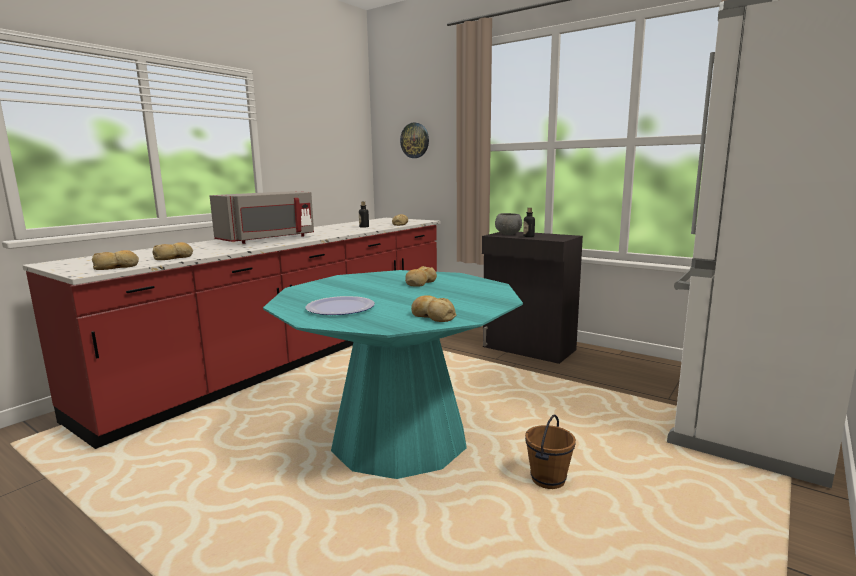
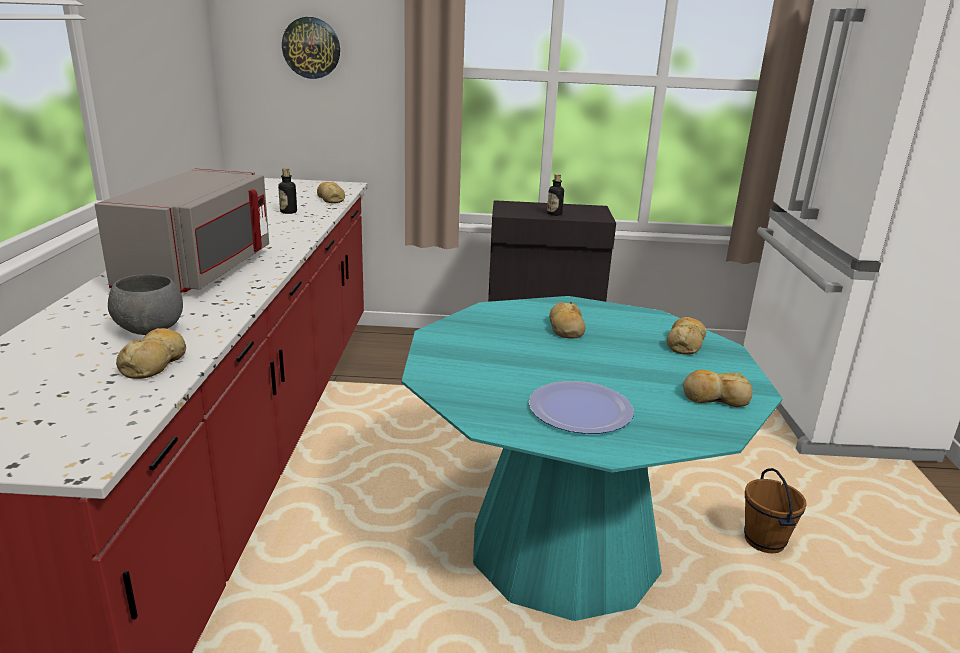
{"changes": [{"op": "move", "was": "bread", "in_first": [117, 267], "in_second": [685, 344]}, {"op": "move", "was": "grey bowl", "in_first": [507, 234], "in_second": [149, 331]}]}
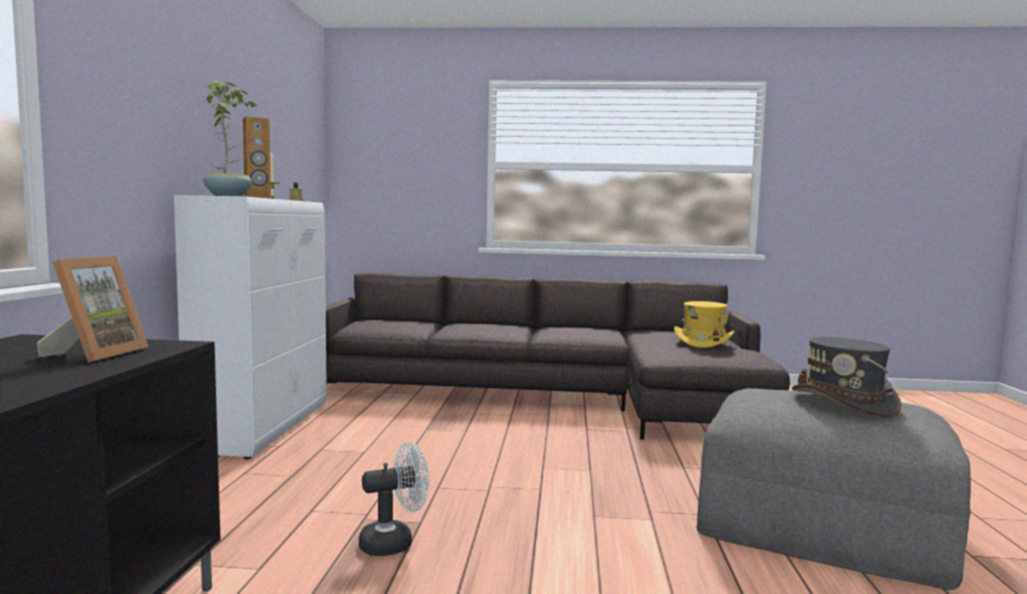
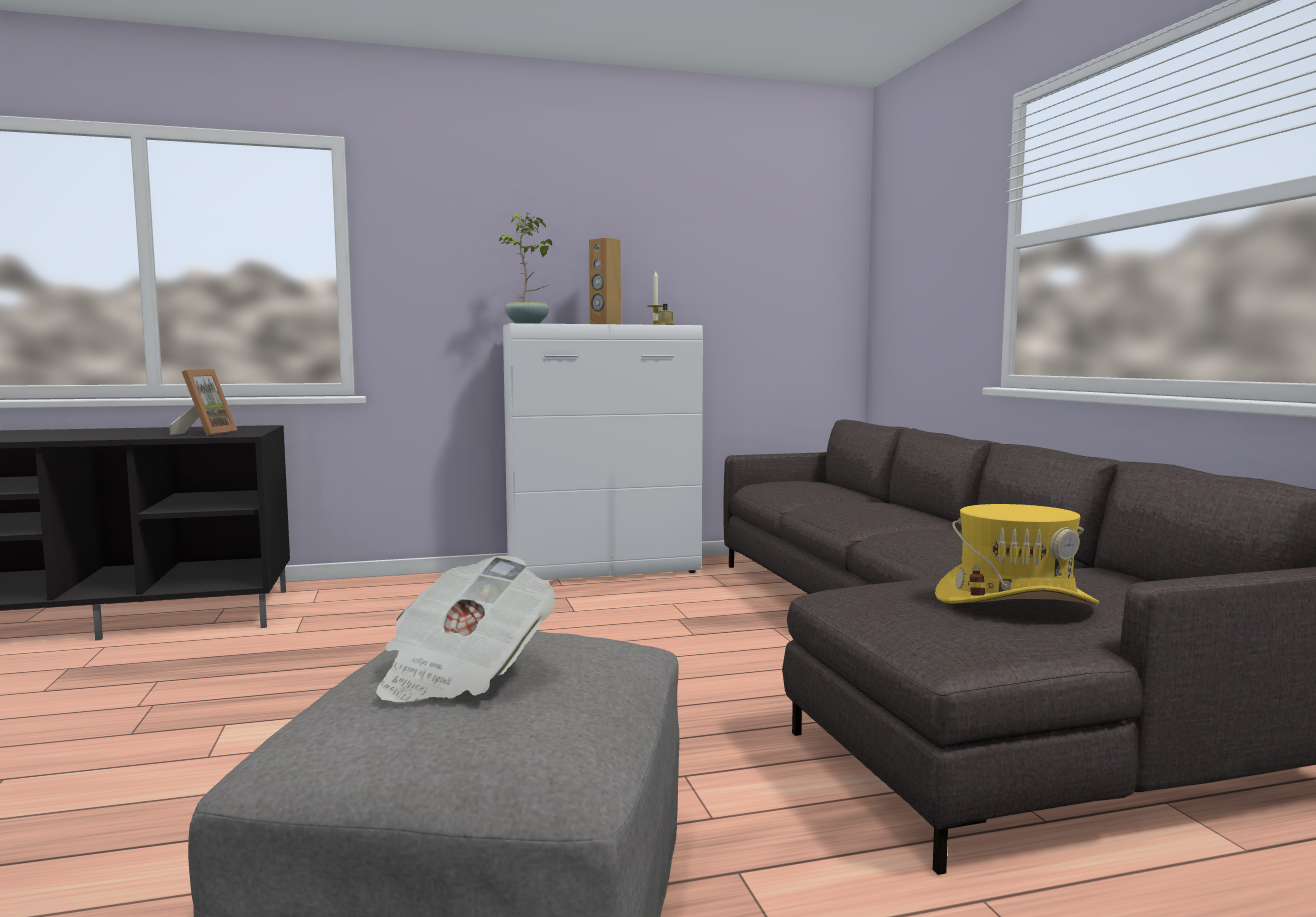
{"changes": [{"op": "rotate", "was": "picture frame", "in_first": [96, 354], "in_second": [205, 433], "clockwise": -75}, {"op": "delete", "was": "white fan", "in_first": [395, 542]}, {"op": "replace", "was": "grey hat", "now": "newspaper", "in_first": [844, 402], "in_second": [462, 674]}]}
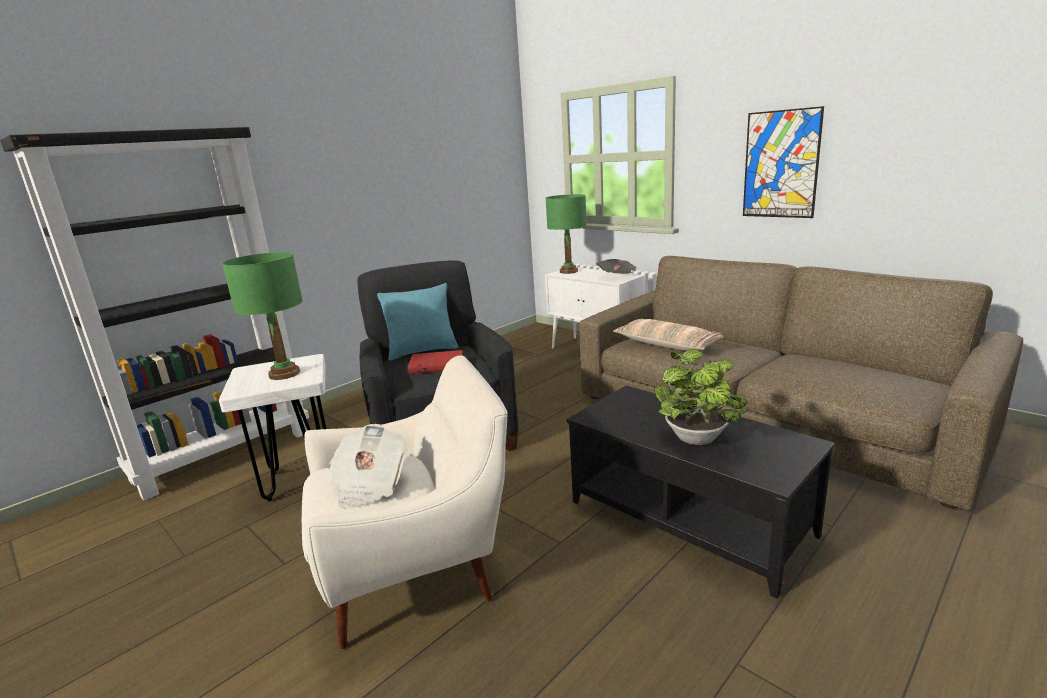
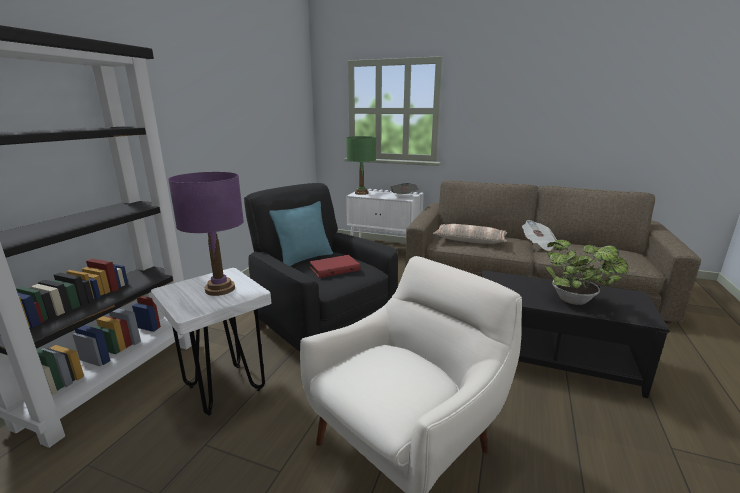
{"changes": [{"op": "recolor", "was": "green table lamp", "now": "purple table lamp", "in_first": [284, 374], "in_second": [220, 289]}, {"op": "move", "was": "newspaper", "in_first": [369, 485], "in_second": [538, 244]}, {"op": "delete", "was": "picture", "in_first": [781, 164]}]}
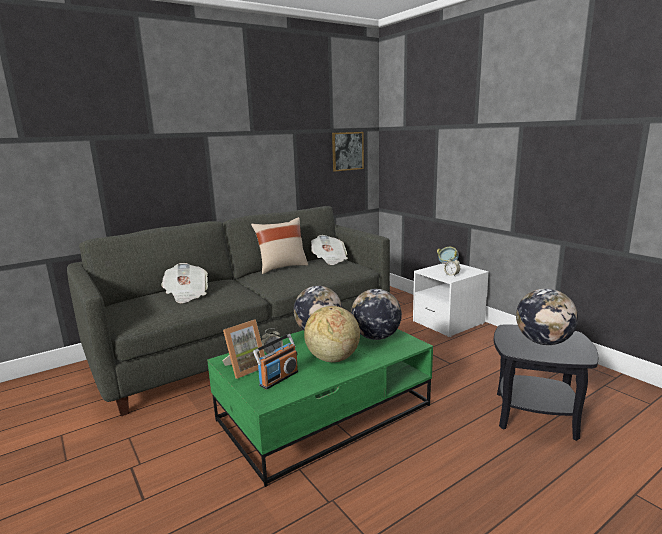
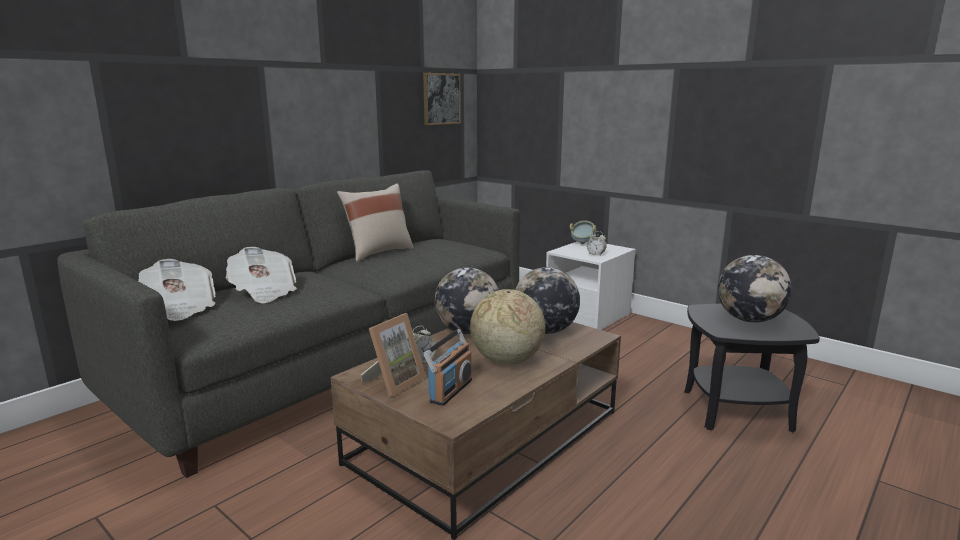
{"changes": [{"op": "recolor", "was": "green coffee table", "now": "brown coffee table", "in_first": [325, 412], "in_second": [487, 436]}, {"op": "move", "was": "newspaper", "in_first": [329, 259], "in_second": [180, 308]}]}
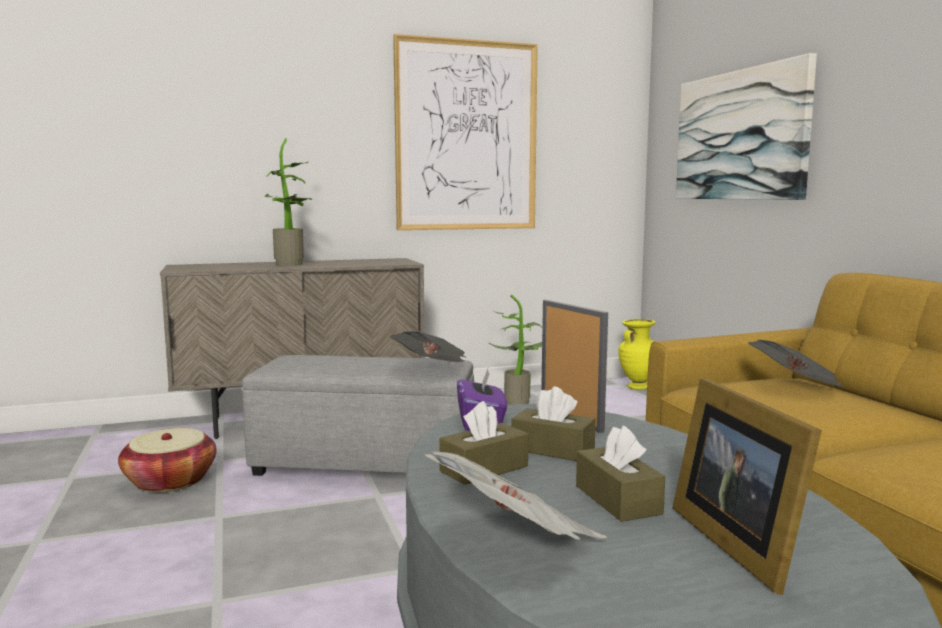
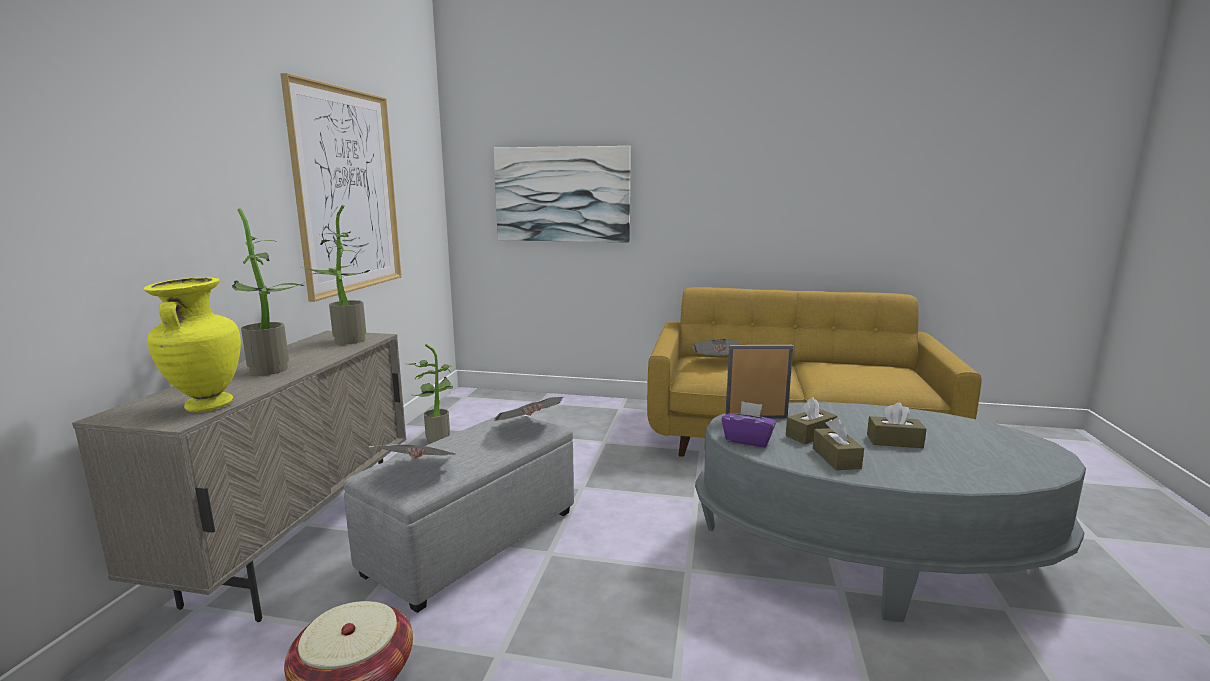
{"changes": [{"op": "move", "was": "newspaper", "in_first": [516, 540], "in_second": [419, 471]}, {"op": "move", "was": "yellow vase", "in_first": [637, 387], "in_second": [207, 406]}, {"op": "delete", "was": "picture frame", "in_first": [738, 541]}, {"op": "insert", "now": "potted plant", "in_second": [345, 341]}]}
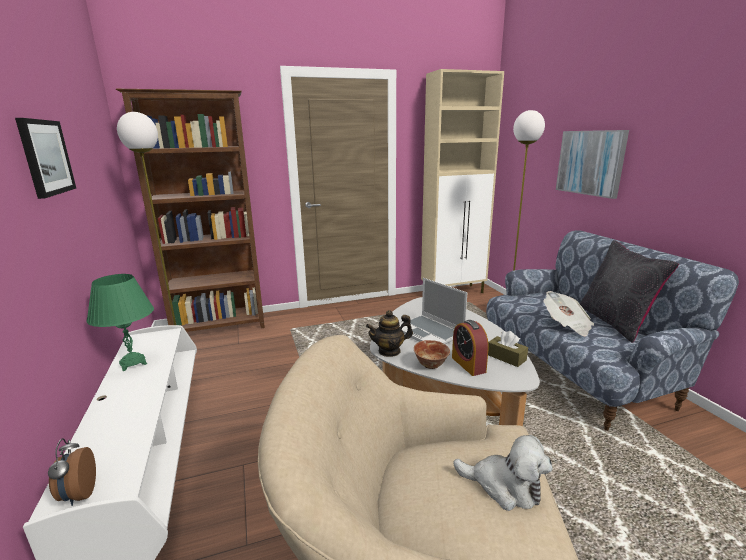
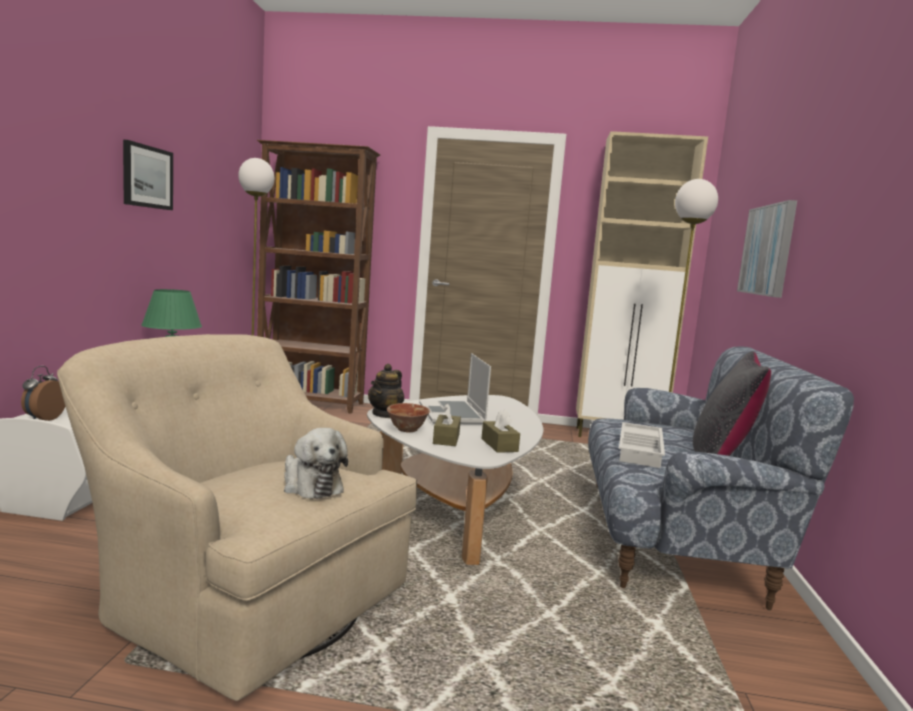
{"changes": [{"op": "rotate", "was": "teapot", "in_first": [389, 351], "in_second": [385, 414], "clockwise": -75}, {"op": "replace", "was": "alarm clock", "now": "brown tissue box", "in_first": [468, 364], "in_second": [446, 438]}, {"op": "replace", "was": "newspaper", "now": "white tray", "in_first": [567, 325], "in_second": [641, 450]}]}
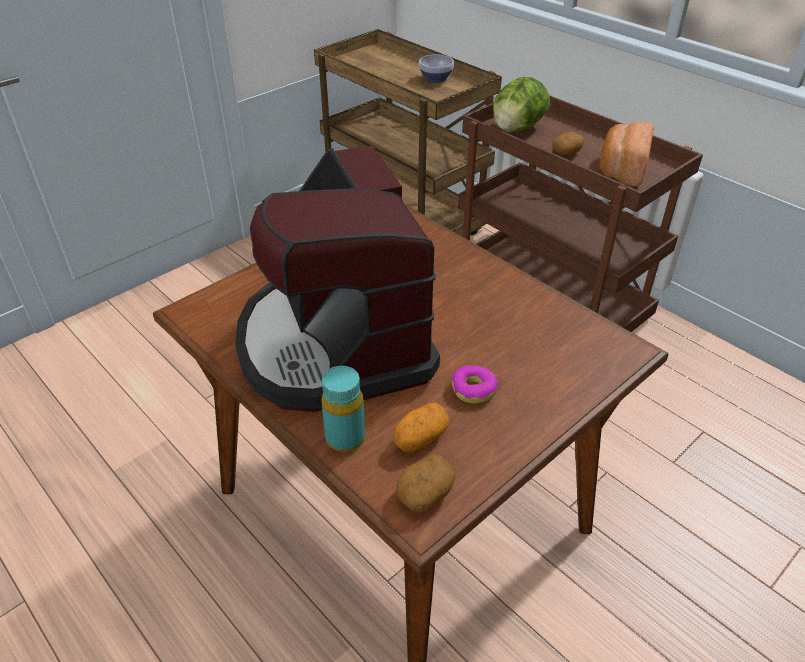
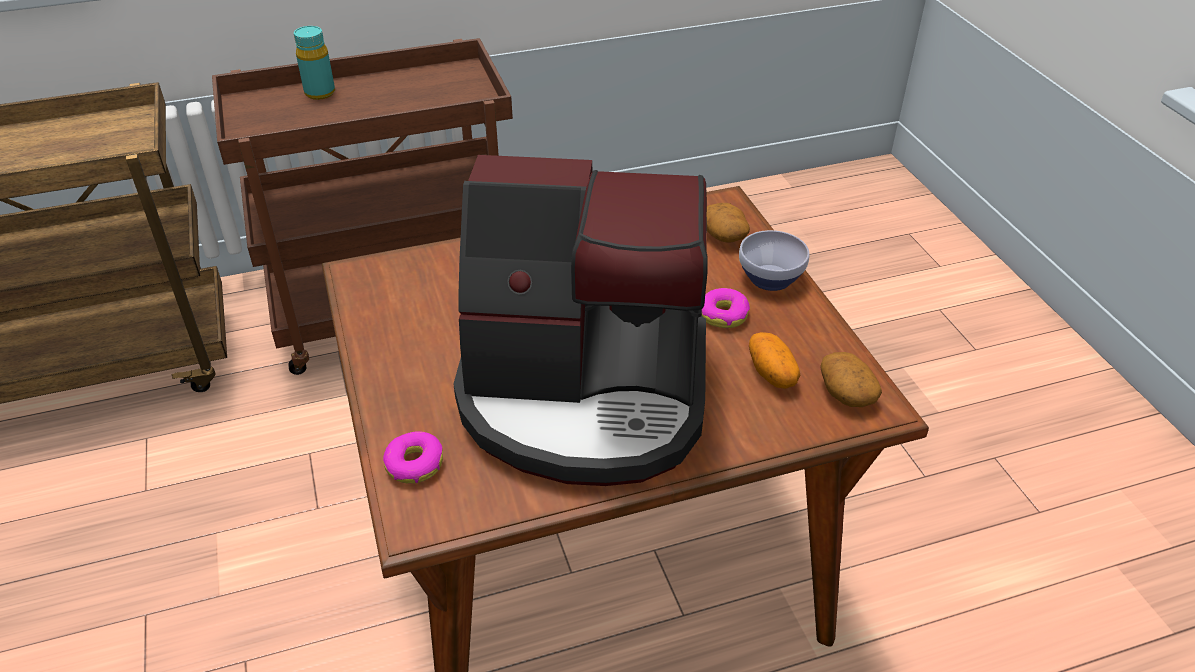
{"changes": [{"op": "move", "was": "turquoise bottle", "in_first": [345, 438], "in_second": [320, 93]}, {"op": "move", "was": "bowl", "in_first": [436, 78], "in_second": [769, 277]}, {"op": "delete", "was": "lettuce", "in_first": [517, 129]}, {"op": "move", "was": "potato", "in_first": [566, 153], "in_second": [724, 236]}, {"op": "delete", "was": "bread", "in_first": [621, 169]}, {"op": "insert", "now": "donut", "in_second": [414, 464]}]}
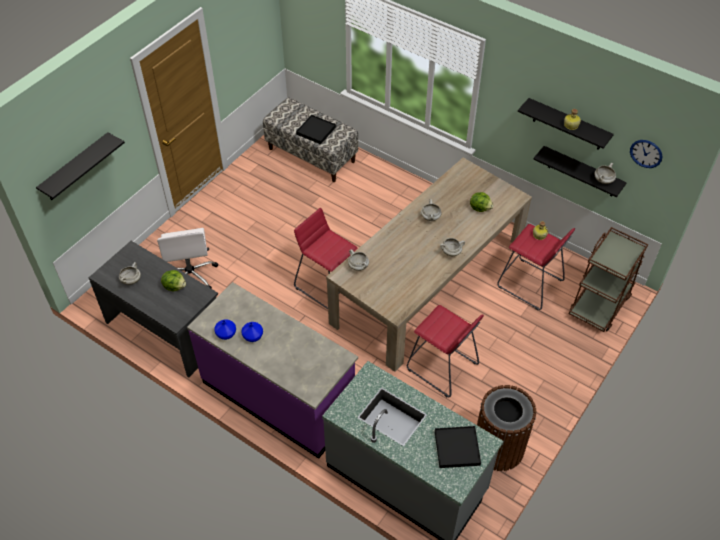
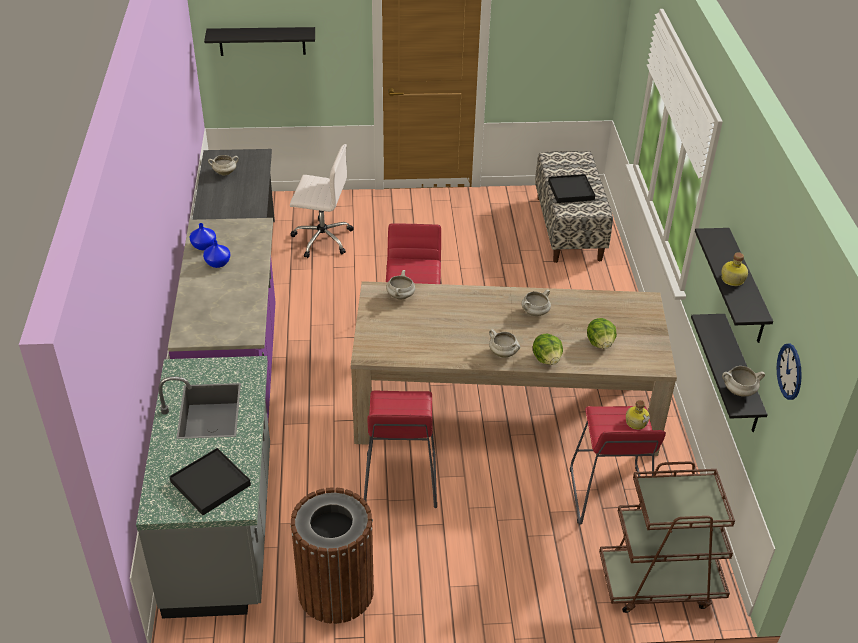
{"changes": [{"op": "rotate", "was": "white office chair", "in_first": [191, 275], "in_second": [321, 238], "clockwise": -120}, {"op": "move", "was": "lettuce", "in_first": [175, 286], "in_second": [547, 359]}]}
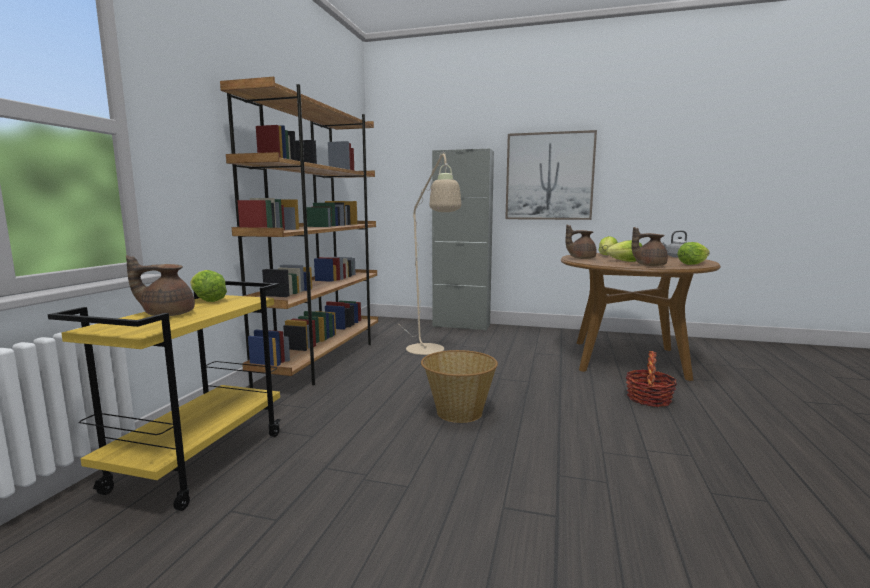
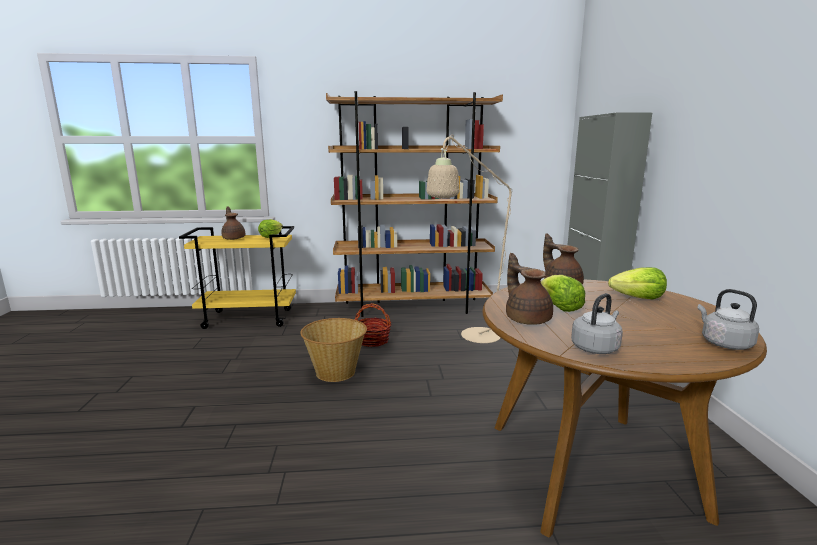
{"changes": [{"op": "delete", "was": "picture", "in_first": [549, 176]}, {"op": "move", "was": "basket", "in_first": [648, 399], "in_second": [372, 340]}, {"op": "replace", "was": "lettuce", "now": "grey kettle", "in_first": [692, 264], "in_second": [596, 347]}]}
